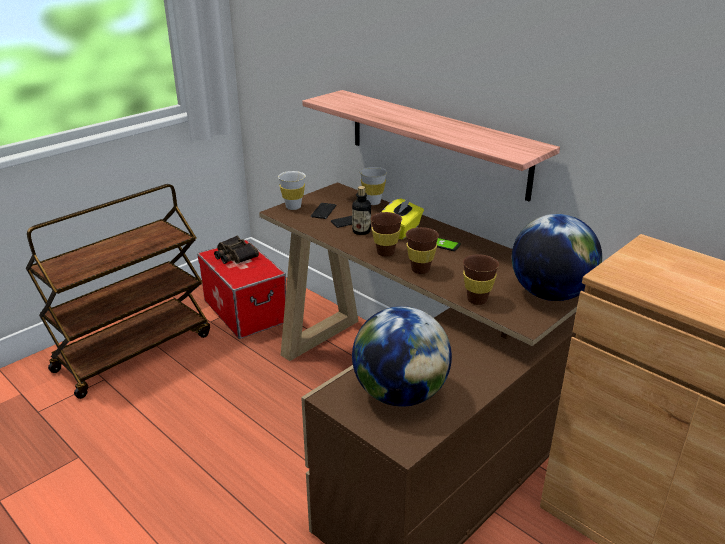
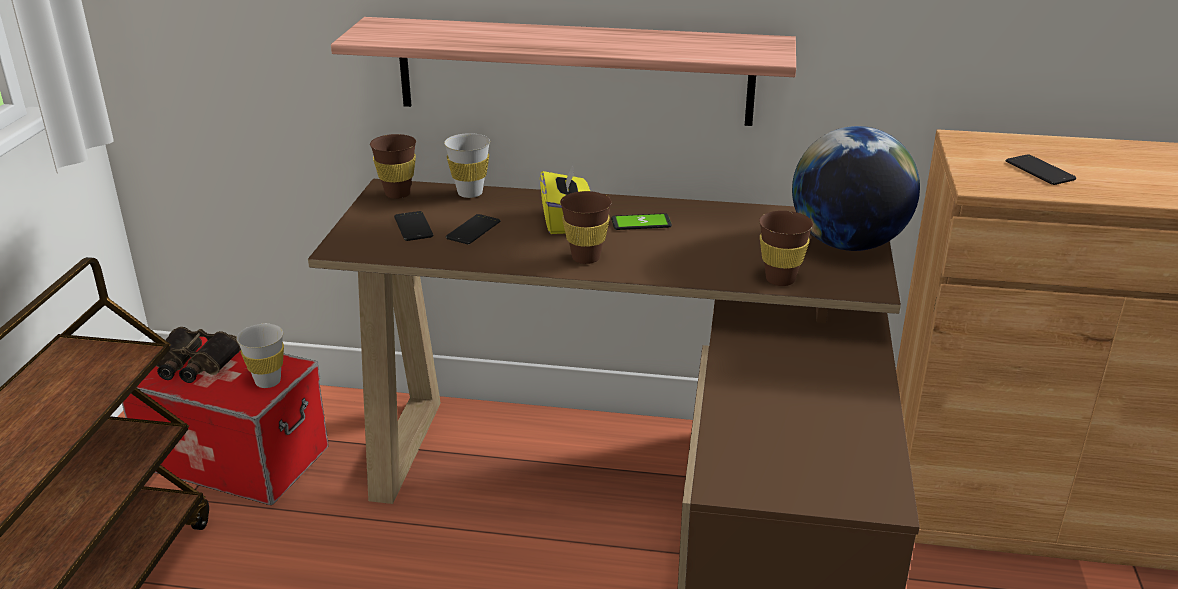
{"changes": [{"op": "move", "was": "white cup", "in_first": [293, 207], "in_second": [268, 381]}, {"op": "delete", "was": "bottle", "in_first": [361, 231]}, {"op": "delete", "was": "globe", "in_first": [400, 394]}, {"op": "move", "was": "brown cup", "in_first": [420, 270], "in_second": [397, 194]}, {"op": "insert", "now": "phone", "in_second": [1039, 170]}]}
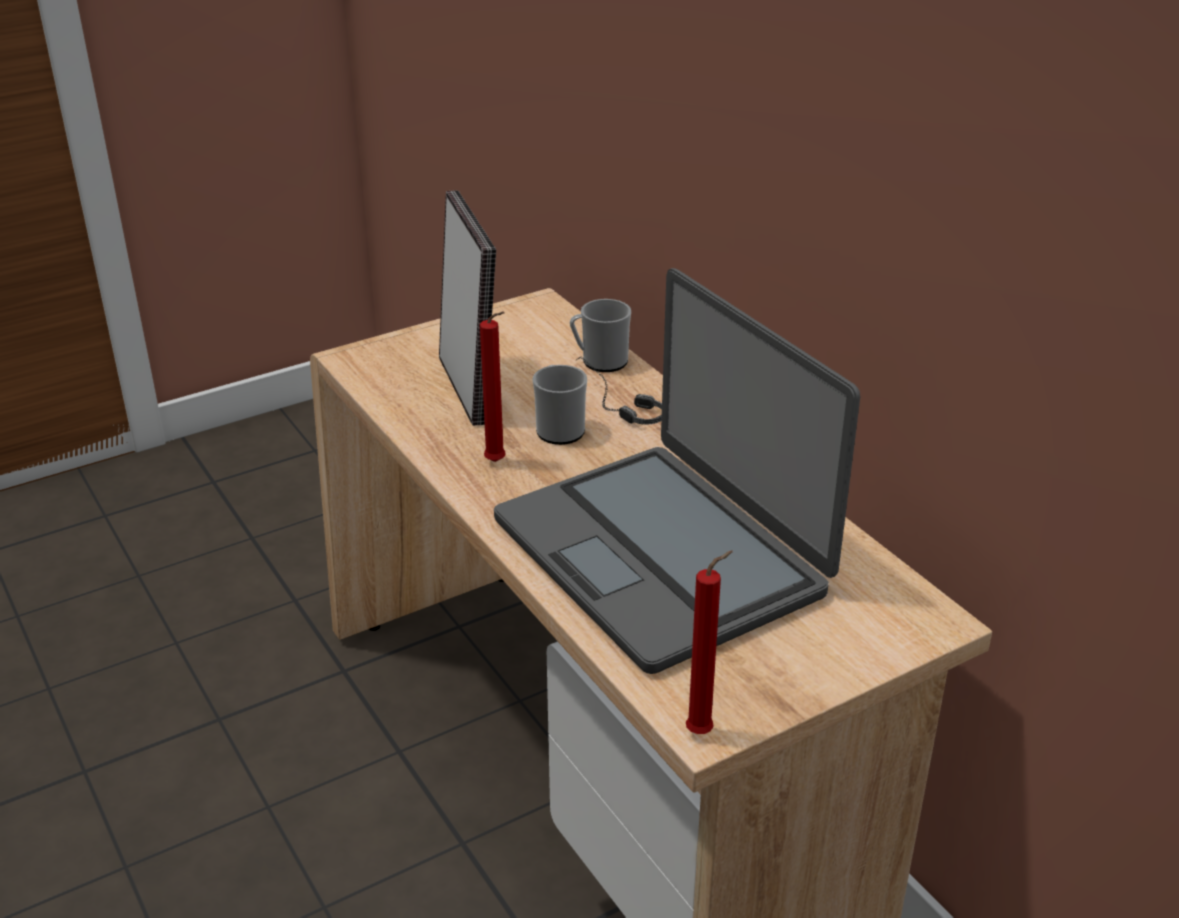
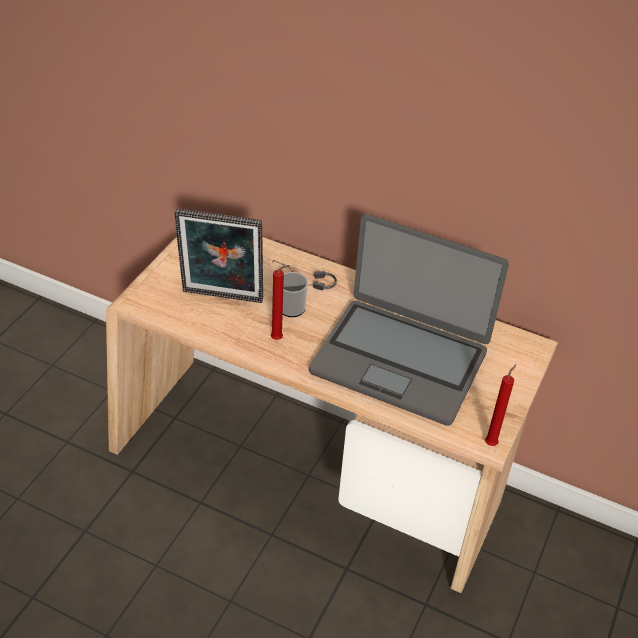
{"changes": [{"op": "rotate", "was": "picture frame", "in_first": [470, 389], "in_second": [221, 298], "clockwise": 150}, {"op": "delete", "was": "mug", "in_first": [600, 361]}]}
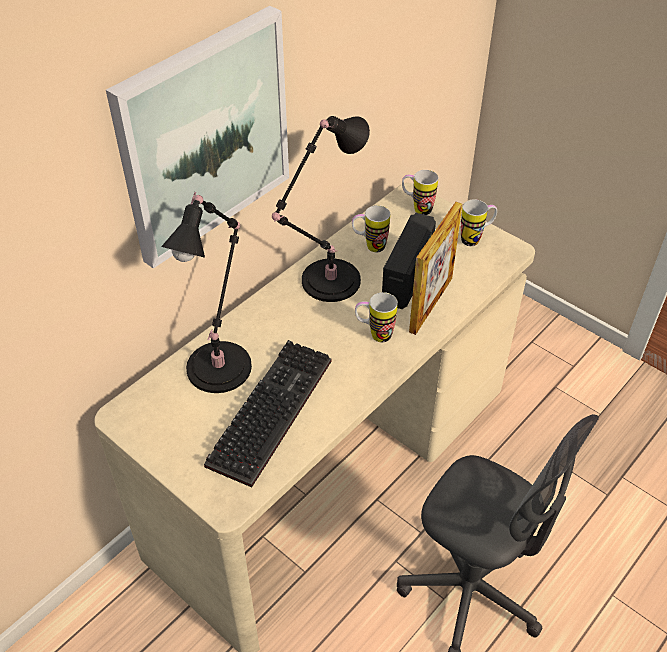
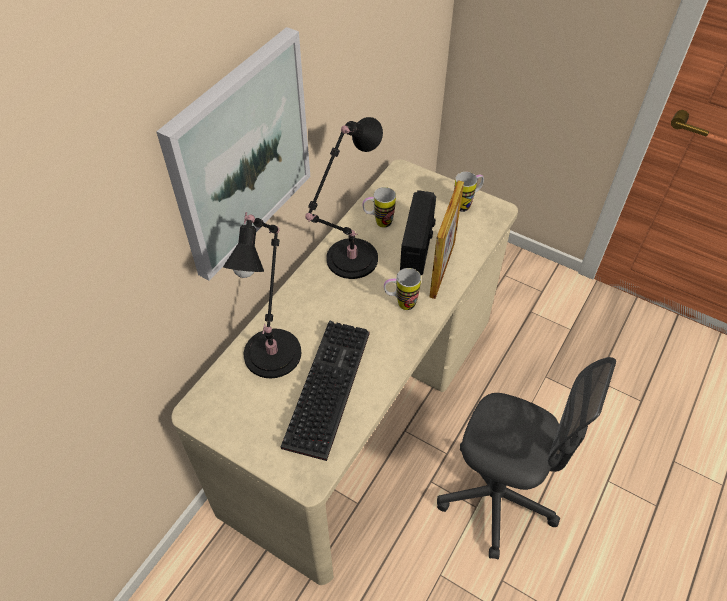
{"changes": [{"op": "delete", "was": "mug", "in_first": [417, 208]}]}
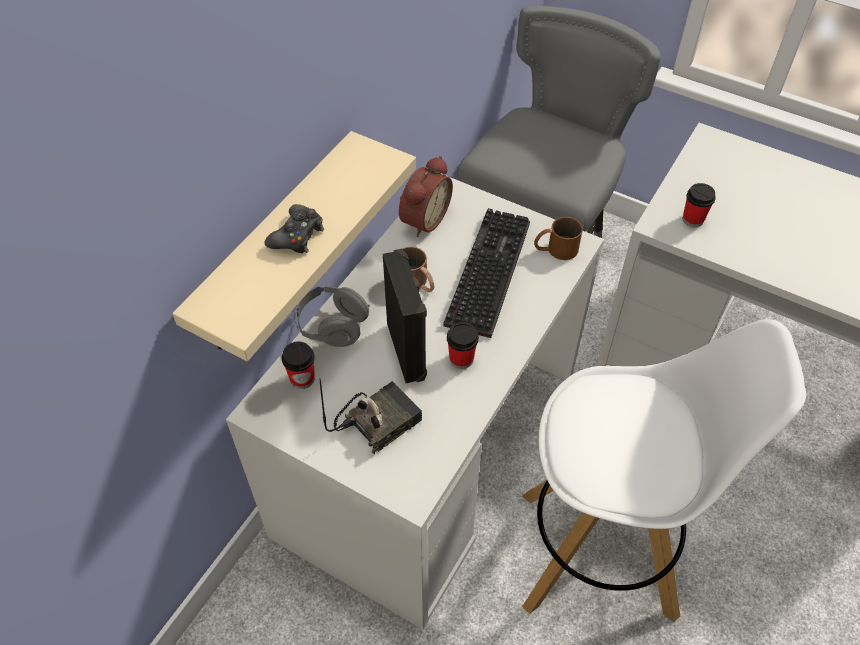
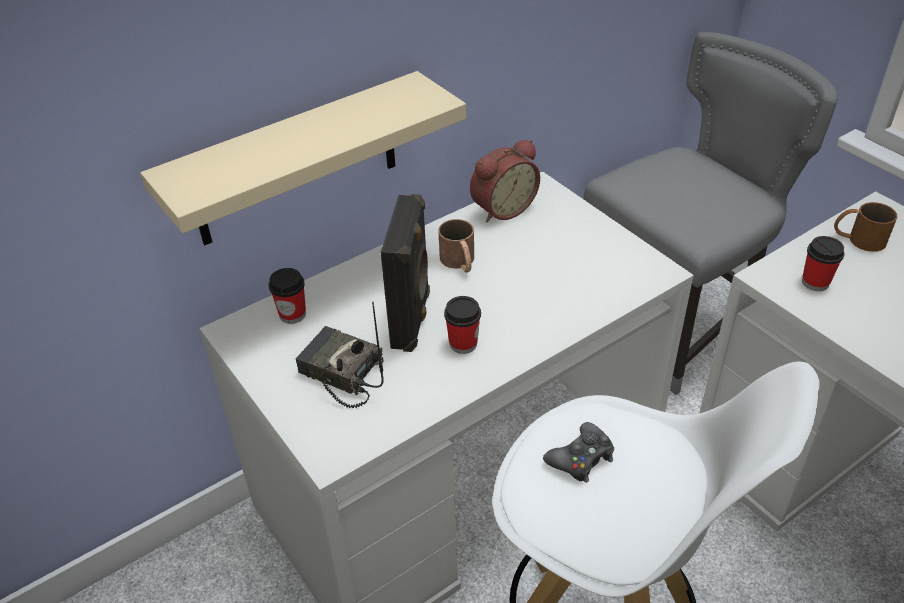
{"changes": [{"op": "move", "was": "black game controller", "in_first": [297, 236], "in_second": [581, 458]}, {"op": "delete", "was": "grey headphones", "in_first": [332, 327]}, {"op": "rotate", "was": "radio", "in_first": [377, 420], "in_second": [340, 374], "clockwise": -135}, {"op": "delete", "was": "keyboard", "in_first": [486, 270]}, {"op": "move", "was": "brown mug", "in_first": [555, 249], "in_second": [858, 239]}]}
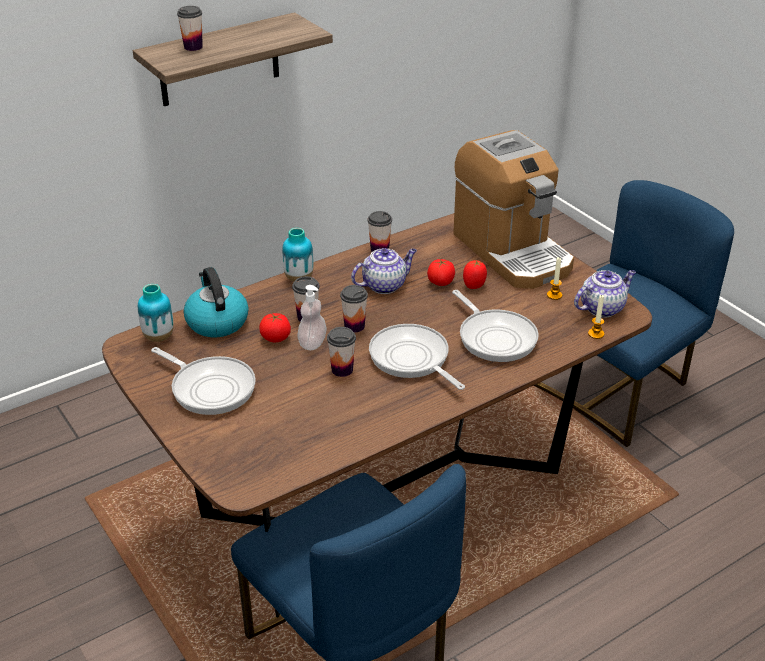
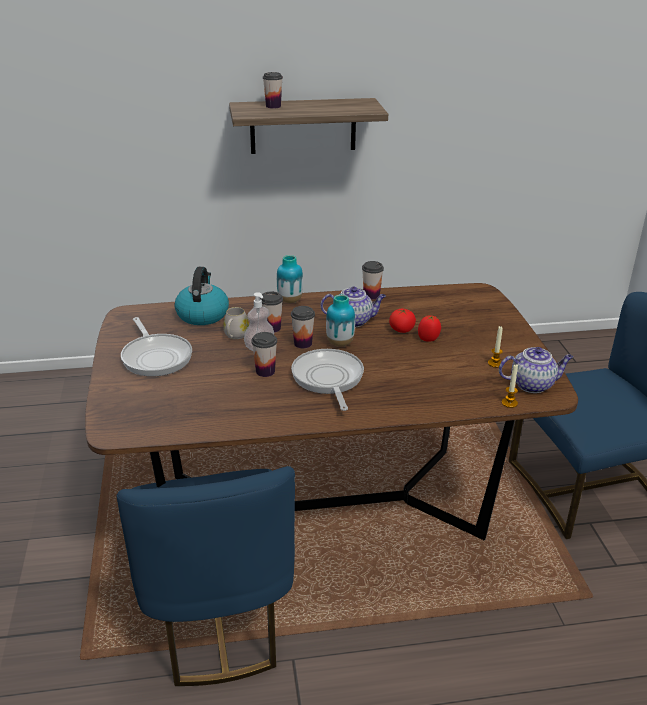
{"changes": [{"op": "move", "was": "vase", "in_first": [159, 337], "in_second": [340, 343]}, {"op": "replace", "was": "tomato", "now": "white mug", "in_first": [275, 338], "in_second": [235, 336]}, {"op": "delete", "was": "frying pan", "in_first": [495, 337]}, {"op": "delete", "was": "coffee machine", "in_first": [512, 251]}]}
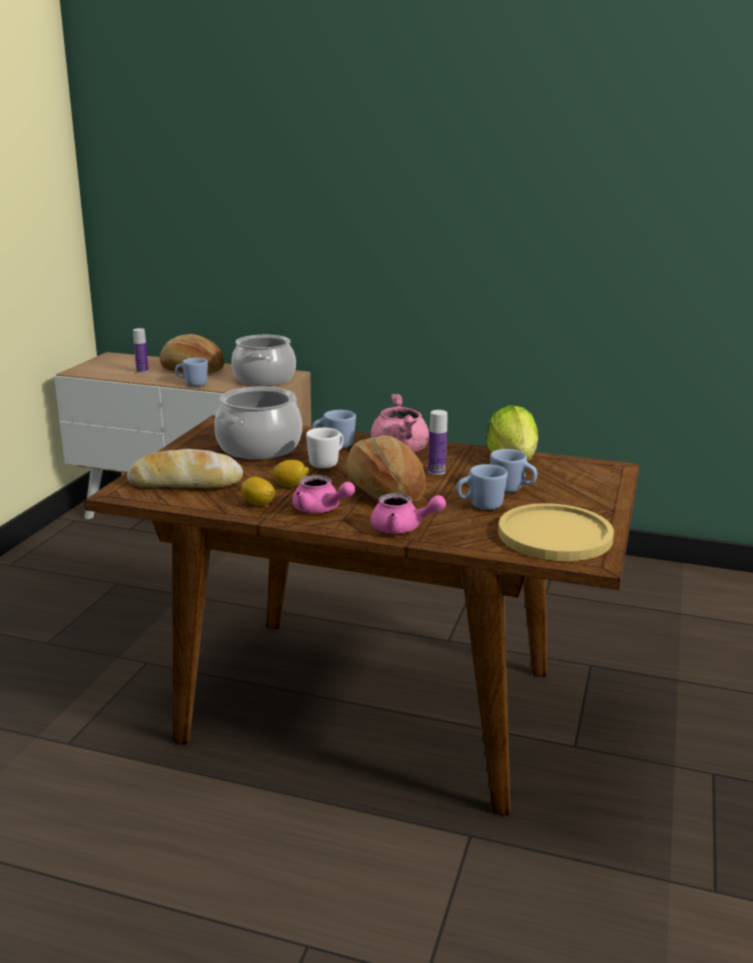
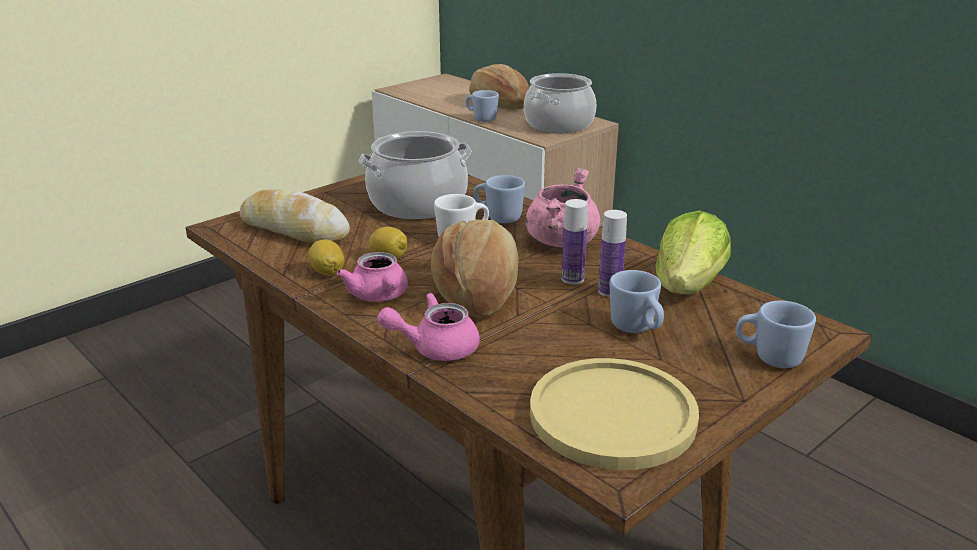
{"changes": [{"op": "move", "was": "bottle", "in_first": [142, 371], "in_second": [609, 291]}, {"op": "rotate", "was": "pink teapot", "in_first": [402, 528], "in_second": [435, 348], "clockwise": 120}, {"op": "move", "was": "blue mug", "in_first": [480, 506], "in_second": [769, 358]}]}
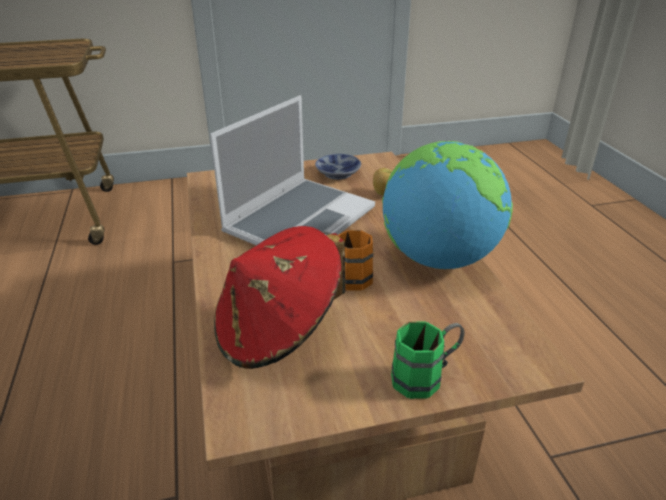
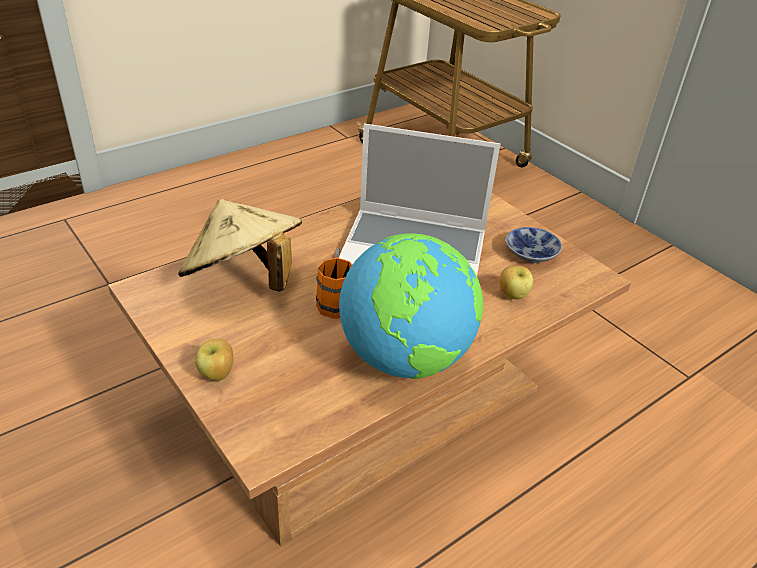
{"changes": [{"op": "recolor", "was": "red hat", "now": "beige hat", "in_first": [278, 330], "in_second": [244, 280]}, {"op": "replace", "was": "green mug", "now": "apple", "in_first": [426, 376], "in_second": [217, 374]}]}
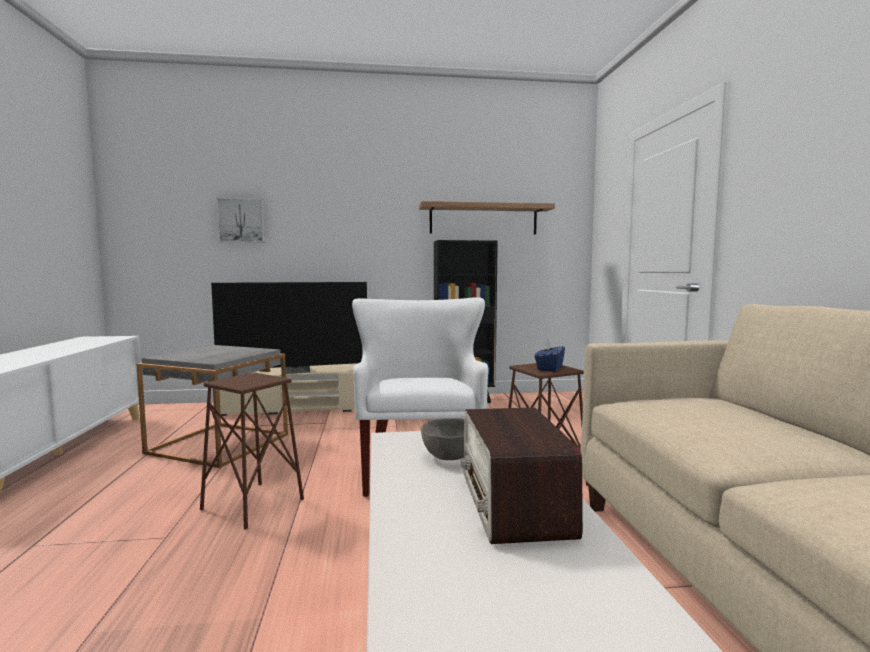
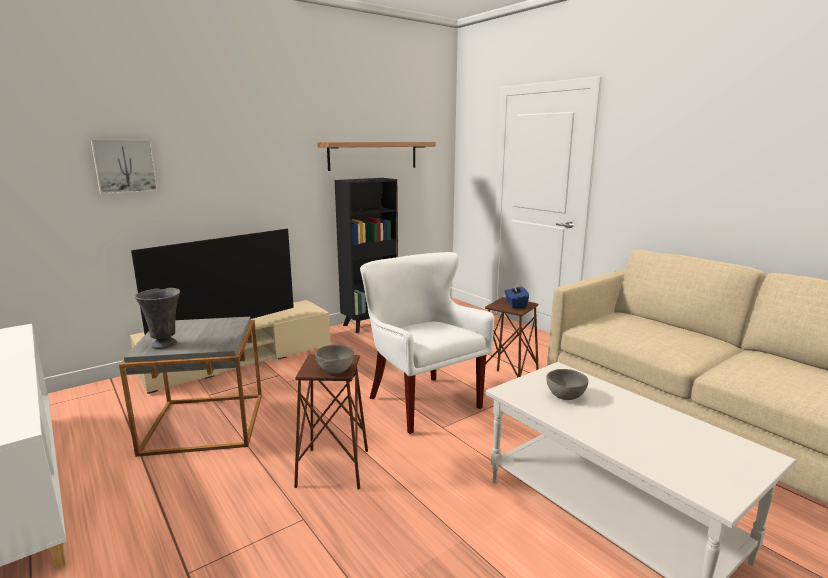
{"changes": [{"op": "delete", "was": "radio", "in_first": [514, 503]}, {"op": "insert", "now": "grey vase", "in_second": [165, 344]}, {"op": "insert", "now": "grey bowl", "in_second": [335, 371]}]}
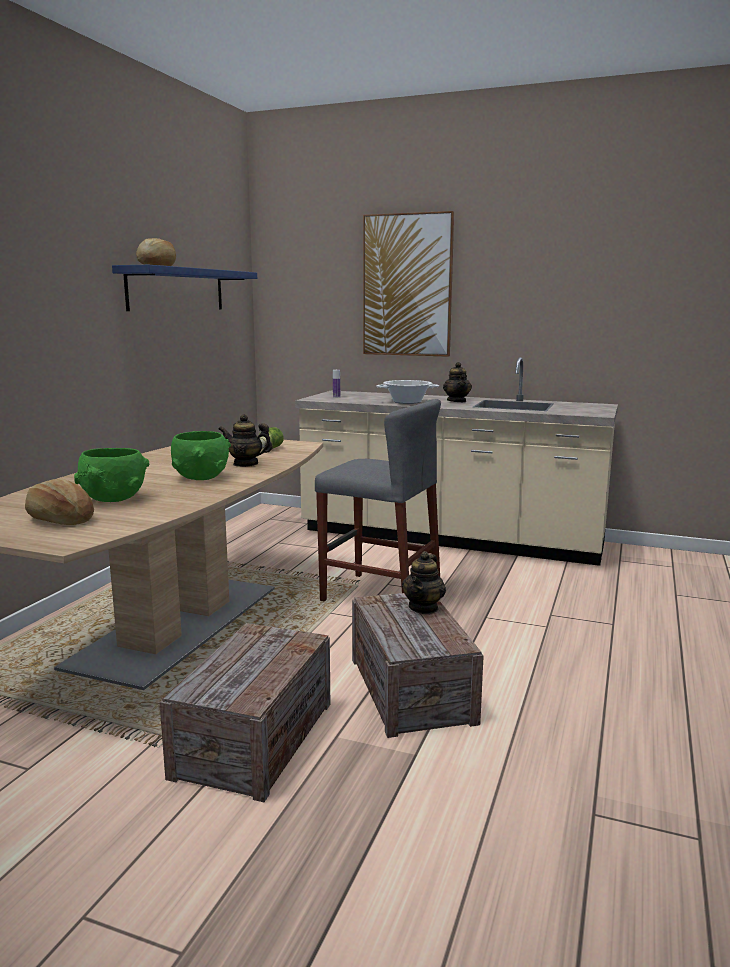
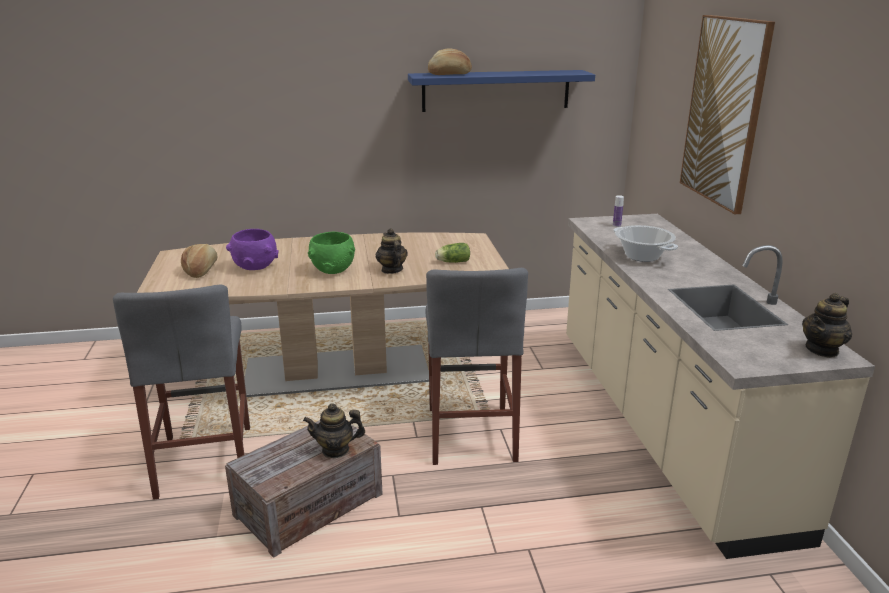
{"changes": [{"op": "recolor", "was": "green bowl", "now": "purple bowl", "in_first": [113, 499], "in_second": [255, 267]}, {"op": "replace", "was": "crate", "now": "grey stool", "in_first": [254, 739], "in_second": [205, 460]}, {"op": "move", "was": "teapot", "in_first": [457, 401], "in_second": [822, 349]}]}
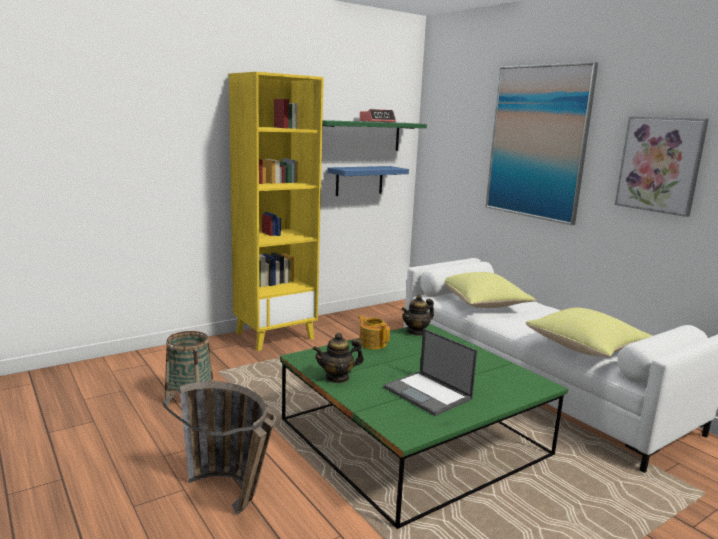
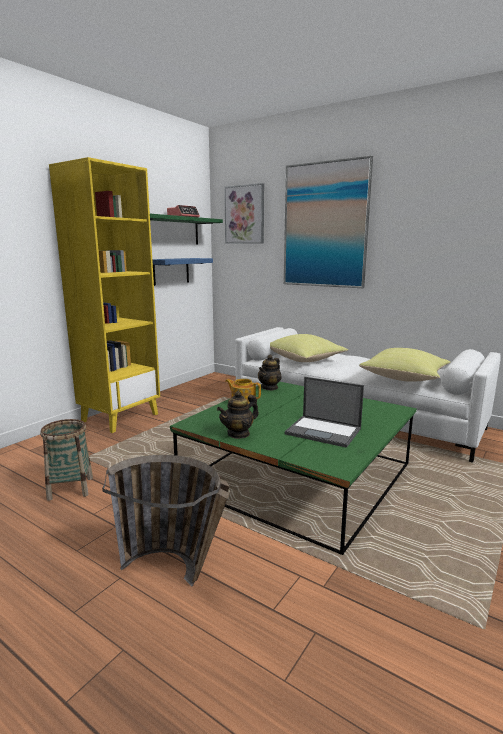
{"changes": [{"op": "move", "was": "picture", "in_first": [660, 164], "in_second": [244, 214]}]}
